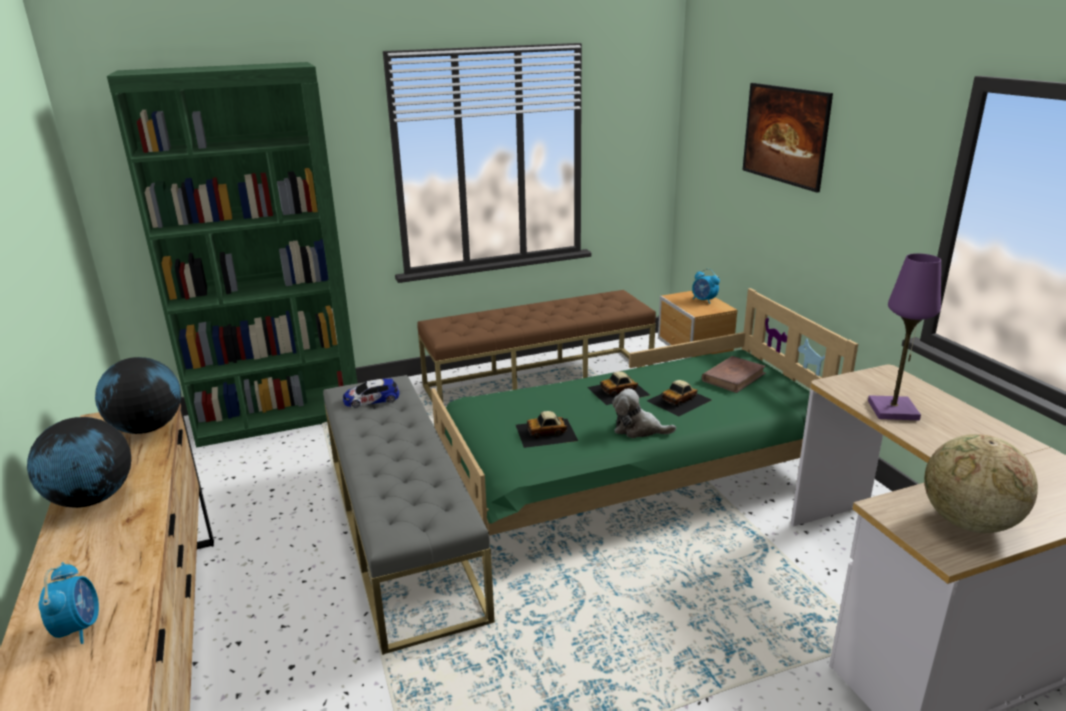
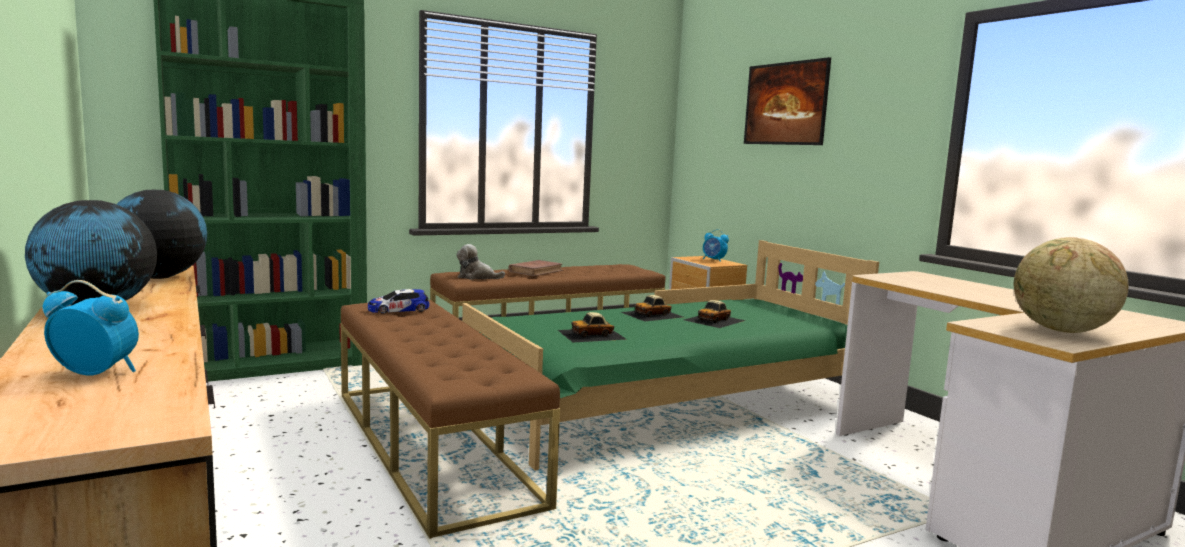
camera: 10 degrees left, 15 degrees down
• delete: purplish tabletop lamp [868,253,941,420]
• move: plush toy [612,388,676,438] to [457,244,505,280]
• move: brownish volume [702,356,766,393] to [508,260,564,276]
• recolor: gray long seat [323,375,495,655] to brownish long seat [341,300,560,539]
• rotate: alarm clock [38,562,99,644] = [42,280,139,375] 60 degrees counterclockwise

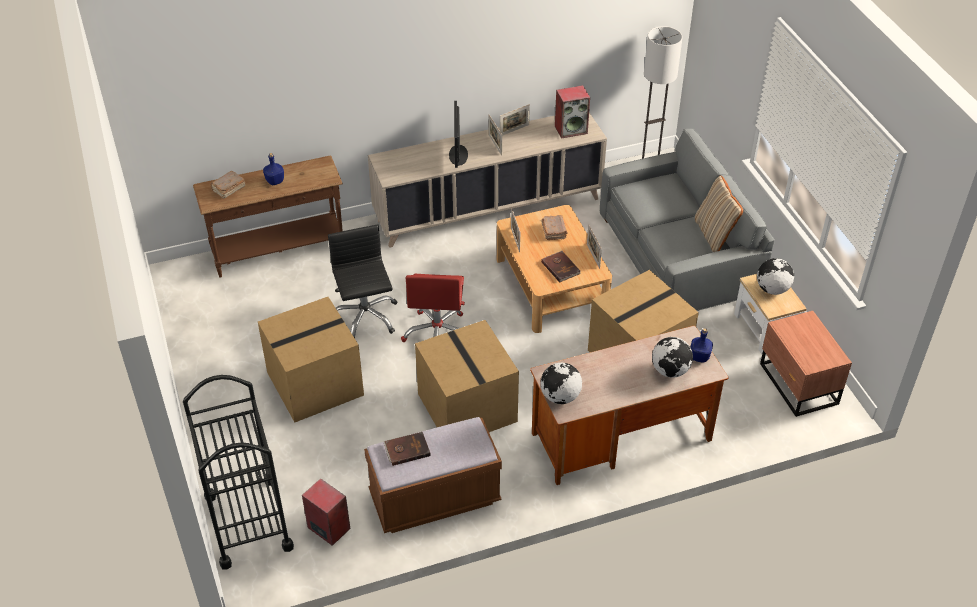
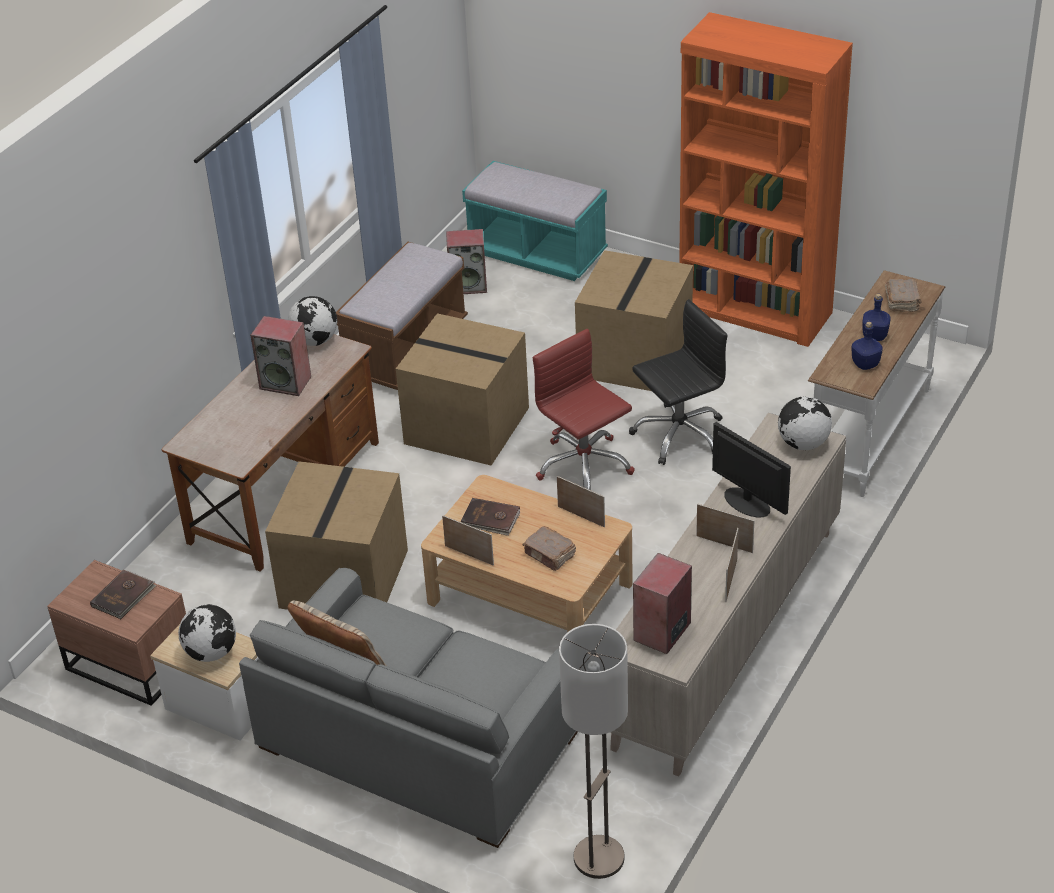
camera: 140 degrees right, 5 degrees down
• insert: loudspeaker [250,316,311,396]
• insert: orange shelving unit [679,12,853,347]
• move: brownish volume [383,432,431,466] to [90,570,157,619]
• move: desk globe [652,337,693,378] to [778,397,832,450]
• move: blue-coloured bottle [690,328,713,362] to [851,322,883,370]
• replace: blackish trolley [183,375,294,569] to turquoise long seat [462,161,608,281]
• recolor: brownish hall table [193,156,343,278] to whitish hall table [808,270,945,497]
• rotate: blackish desk chair [328,225,397,338] = [629,299,728,465] 60 degrees counterclockwise

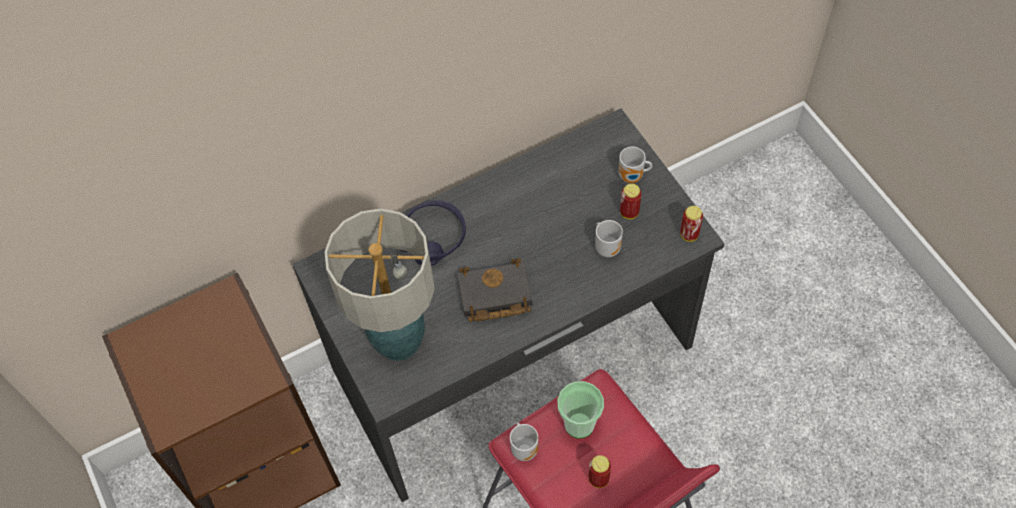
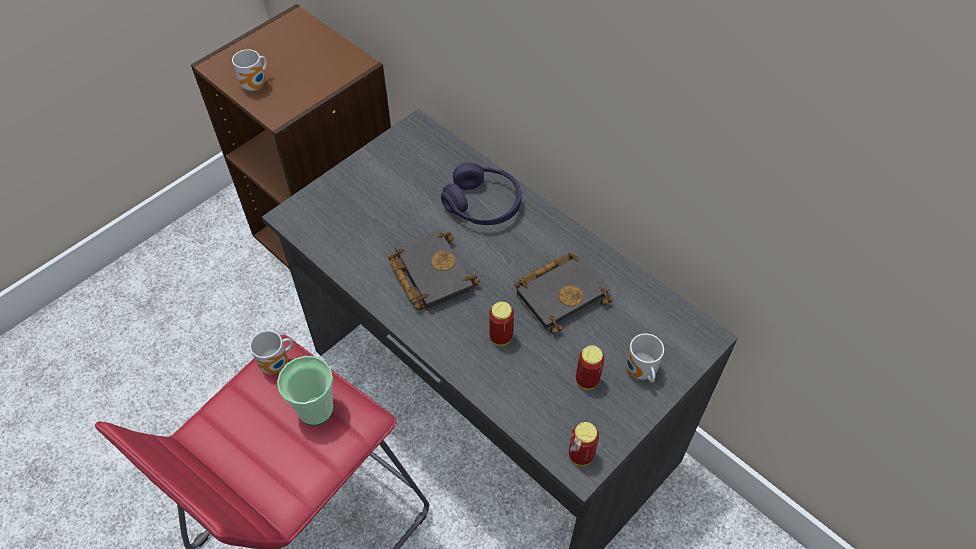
camera: 70 degrees right, 5 degrees down
• delete: tabletop lamp [324,209,435,361]
• insert: blackish volume [514,252,613,334]
• move: can [588,455,611,488] to [489,302,514,346]
• move: tea mug [595,220,623,257] to [232,49,267,91]

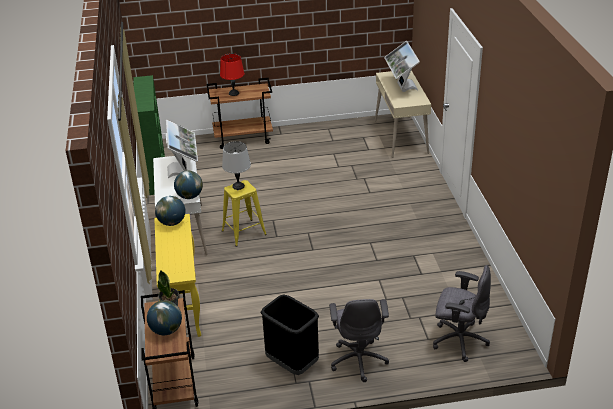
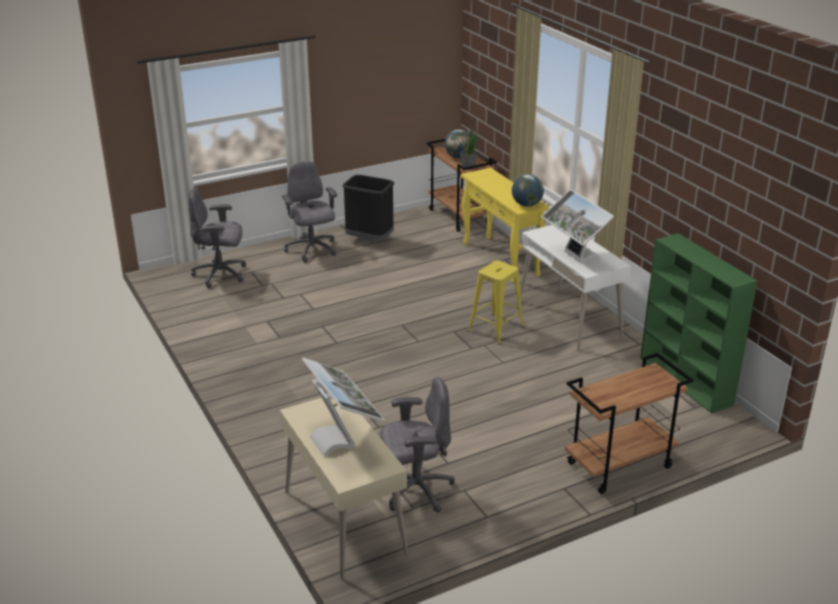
camera: 160 degrees right, 5 degrees down
• delete: desk globe [174,171,203,199]
• delete: red tabletop lamp [220,53,245,96]
• delete: gray tabletop lamp [222,141,251,190]
• insert: gray desk chair [380,377,455,513]

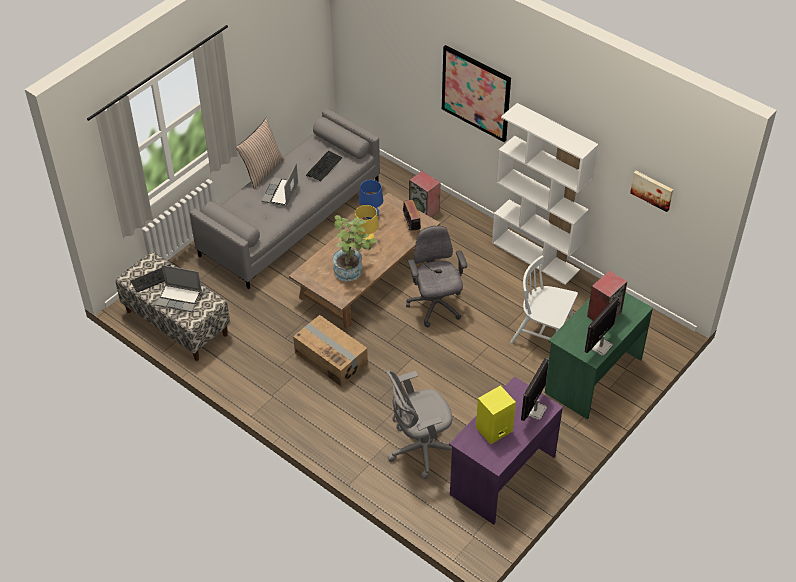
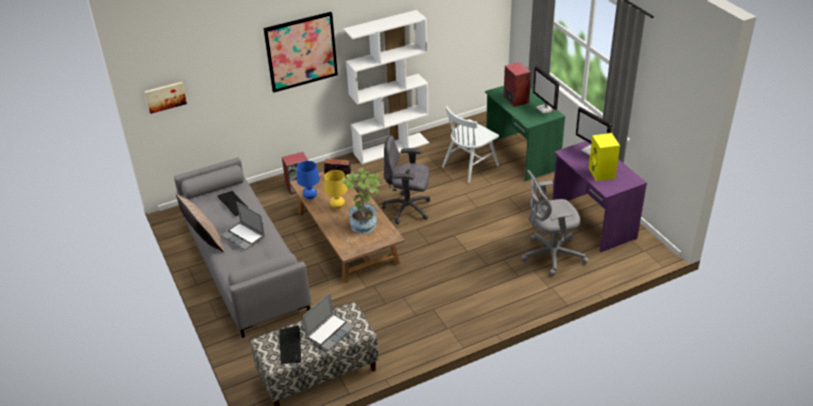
camera: 65 degrees left, 10 degrees down
• delete: carton [293,315,368,387]
• move: picture [630,171,673,212] to [145,82,187,114]
• rotate: gray desk chair [387,370,452,479] = [521,170,589,276] 75 degrees clockwise

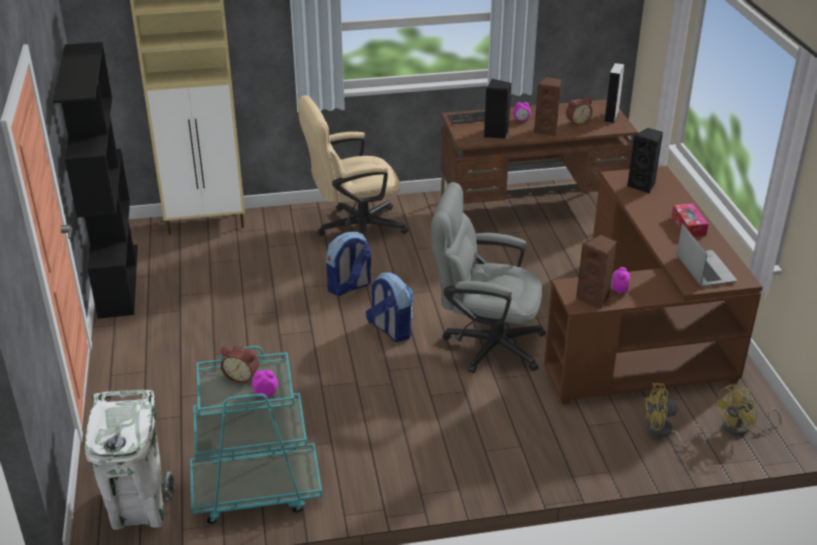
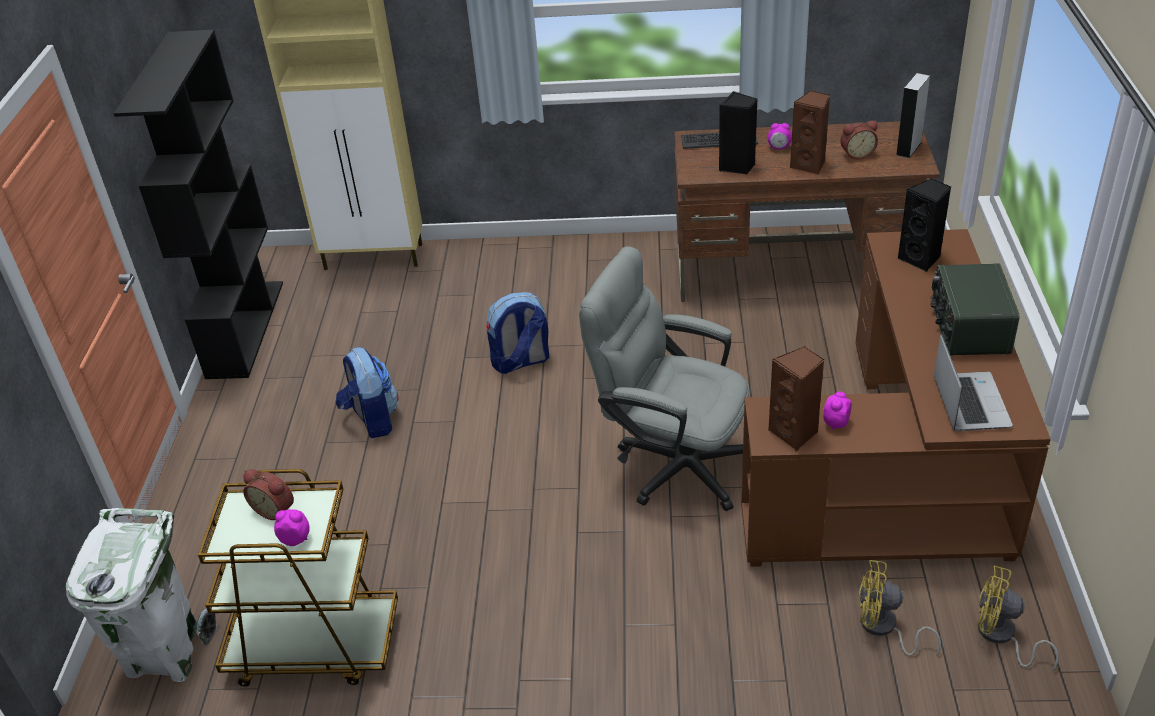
camera: 15 degrees right, 5 degrees up
• delete: beige desk chair [298,95,408,236]
• move: knapsack [366,272,413,342] to [336,347,399,438]
• replace: tissue holder [671,203,708,237] to radio receiver [931,263,1019,356]
• recolor: turquoise trolley [190,346,322,524] to brownish trolley [198,469,398,687]
• rotate: yellowish cooling fan [714,384,781,436] = [977,566,1059,672] 45 degrees clockwise

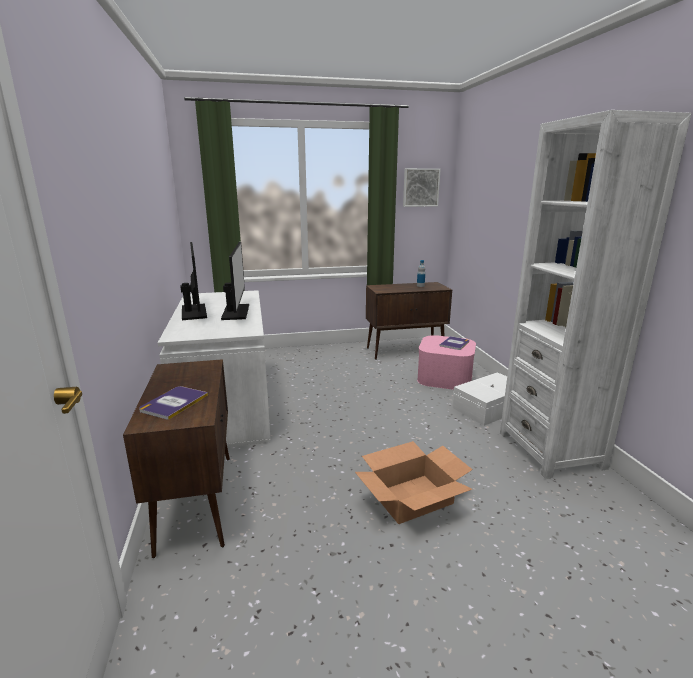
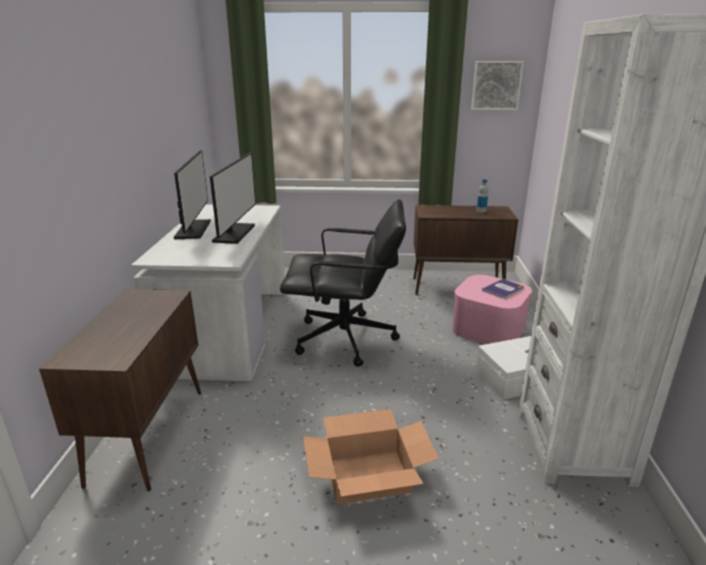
camera: 15 degrees right, 5 degrees up
• delete: volume [139,386,208,420]
• insert: blackish desk chair [280,199,406,367]

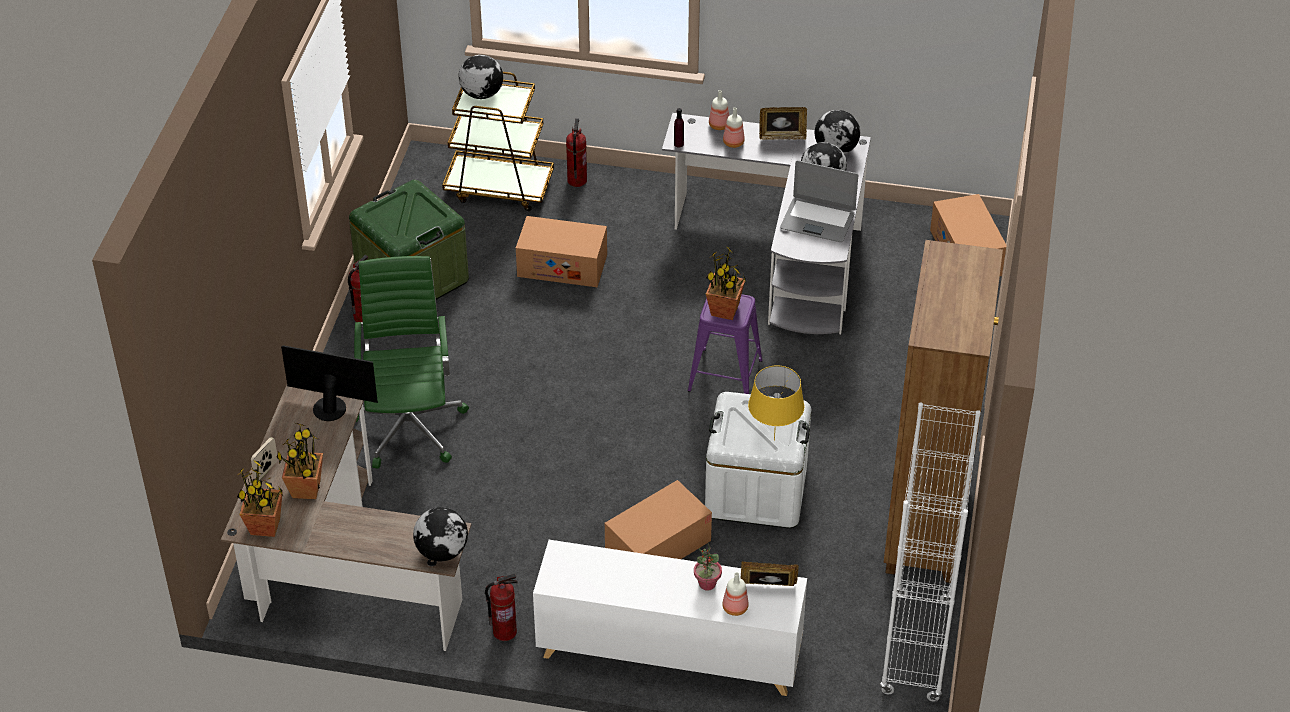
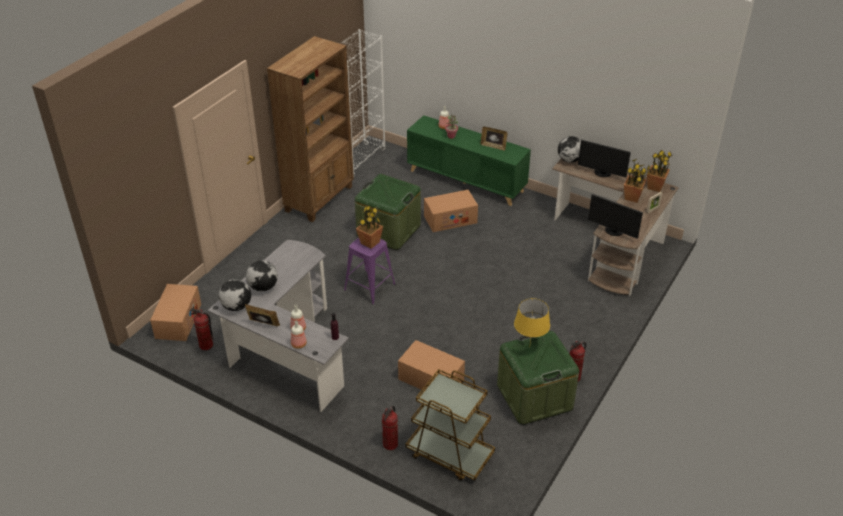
camera: 160 degrees left, 5 degrees down
• delete: green desk chair [354,256,469,469]
• delete: desk globe [458,55,503,99]
• delete: laptop [780,160,858,242]
• insert: monitor [578,140,631,177]
• move: extinguisher [485,573,518,641] to [190,308,214,350]
• move: photo frame [740,561,799,586] to [480,127,507,151]
• move: yellowish tabletop lamp [748,365,804,441] to [514,298,550,348]
• recolor: whitish storage cabinet [533,540,807,696] to green storage cabinet [407,115,531,206]
• recolor: whitish storage box [705,392,811,528] to green storage box [355,174,421,250]

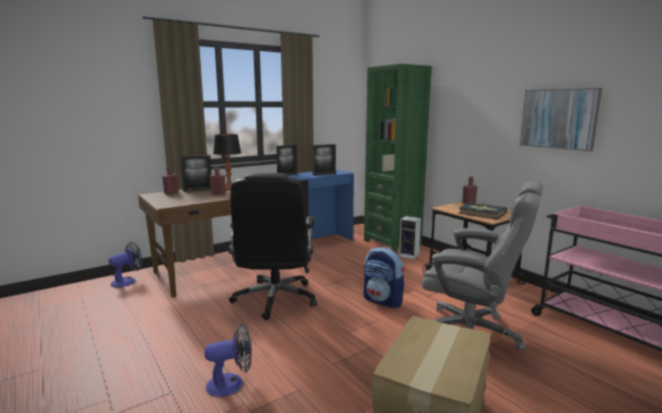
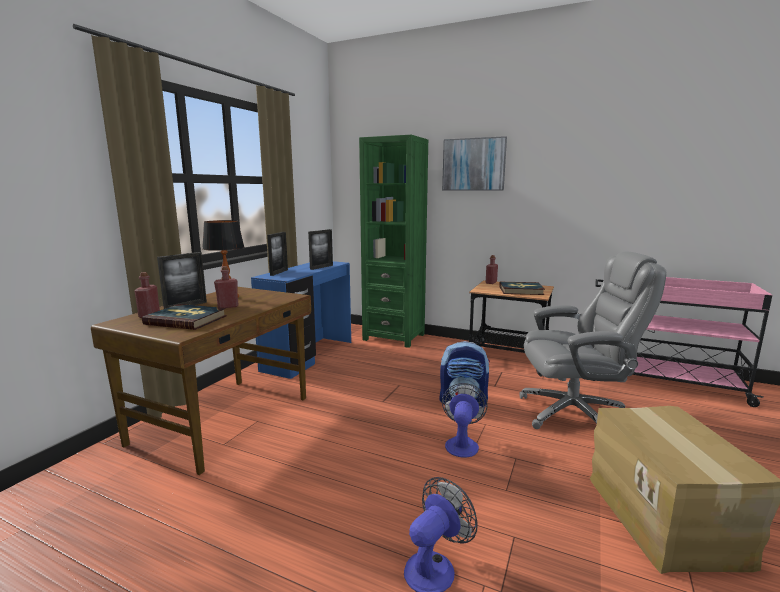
camera: 30 degrees left, 0 degrees up
• delete: blackish desk chair [229,173,317,320]
• delete: loudspeaker [399,216,421,259]
• insert: volume [142,304,227,330]
• move: cooling fan [108,242,142,288] to [442,383,488,458]
• move: picture [520,88,602,151] to [442,136,507,191]

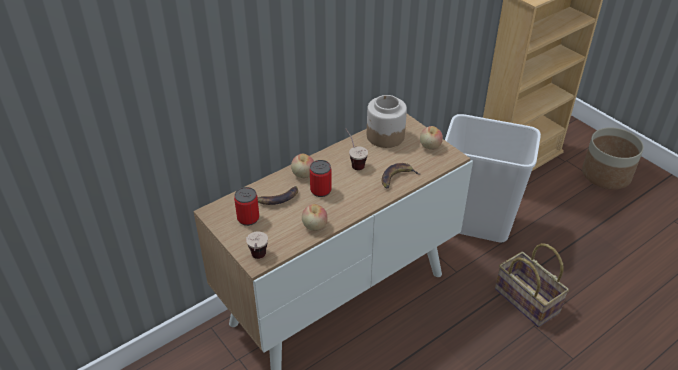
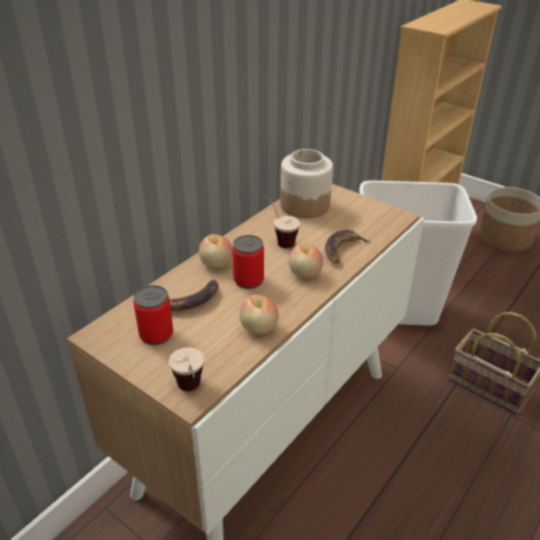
camera: 15 degrees left, 5 degrees down
• move: whole apple [420,126,443,150] to [289,243,323,278]

